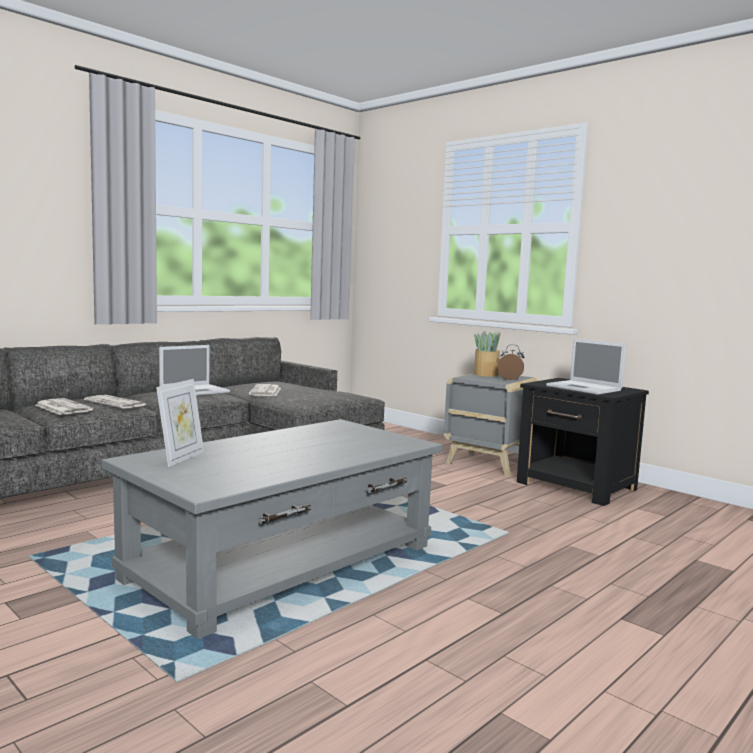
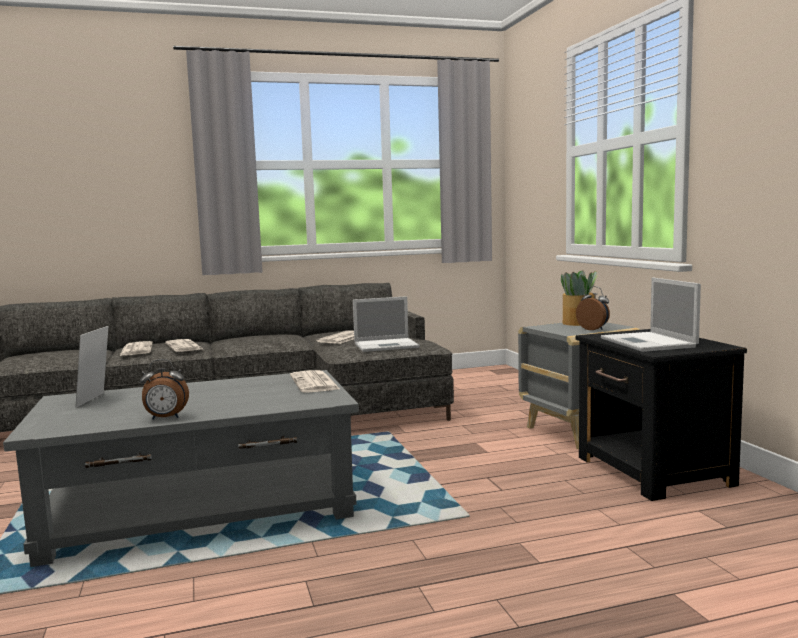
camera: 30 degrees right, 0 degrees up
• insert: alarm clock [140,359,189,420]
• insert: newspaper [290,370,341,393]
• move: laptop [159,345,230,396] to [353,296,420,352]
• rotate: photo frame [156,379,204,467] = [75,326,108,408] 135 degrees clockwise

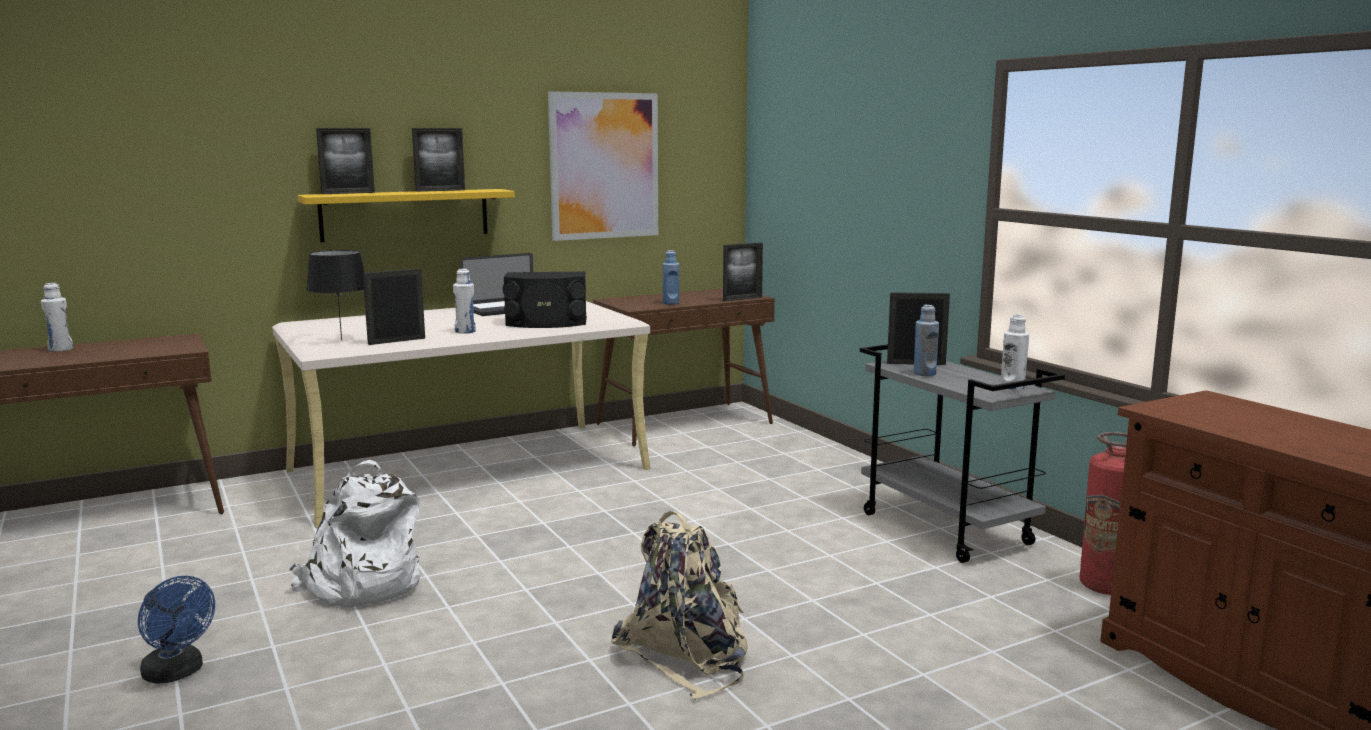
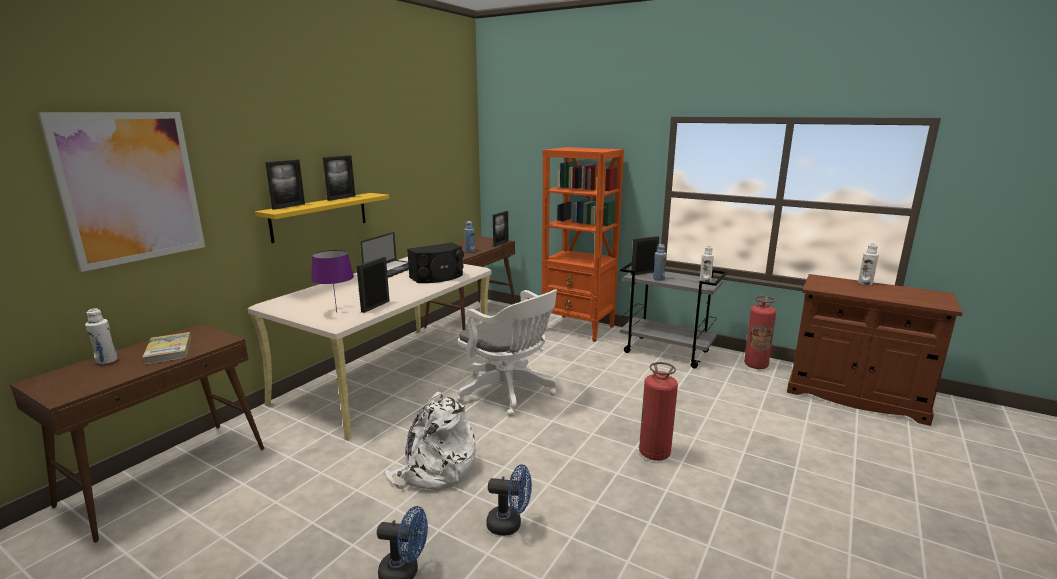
camera: 30 degrees left, 5 degrees up
• insert: volume [142,332,191,365]
• insert: whitish desk chair [457,290,557,416]
• insert: blue-coloured cooling fan [486,464,532,536]
• insert: orange shelving unit [542,147,624,342]
• move: whitish bottle [453,269,476,334] to [858,243,879,285]
• move: picture [548,91,658,241] to [37,112,205,272]
• replace: beige knapsack [611,511,748,700] to extinguisher [639,362,678,461]
• recolor: blackish tabletop lamp [306,250,365,341] to purplish tabletop lamp [311,250,354,312]

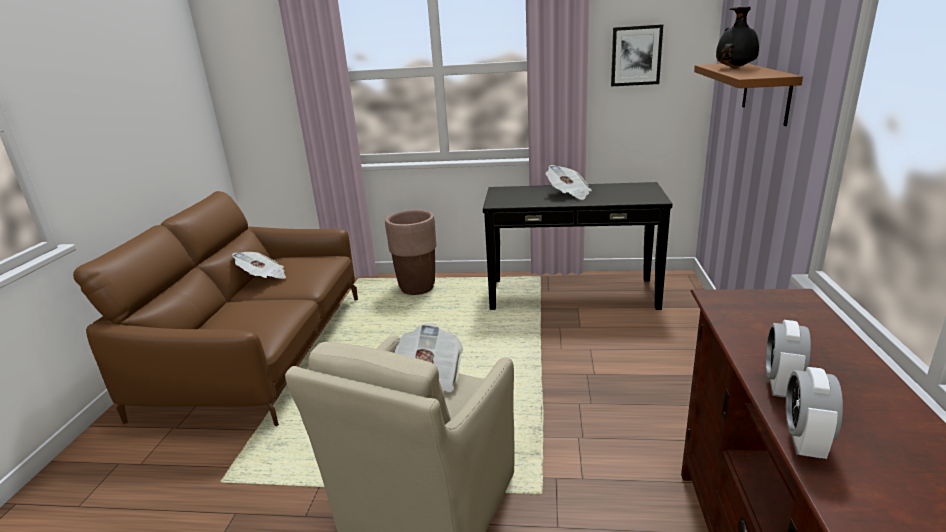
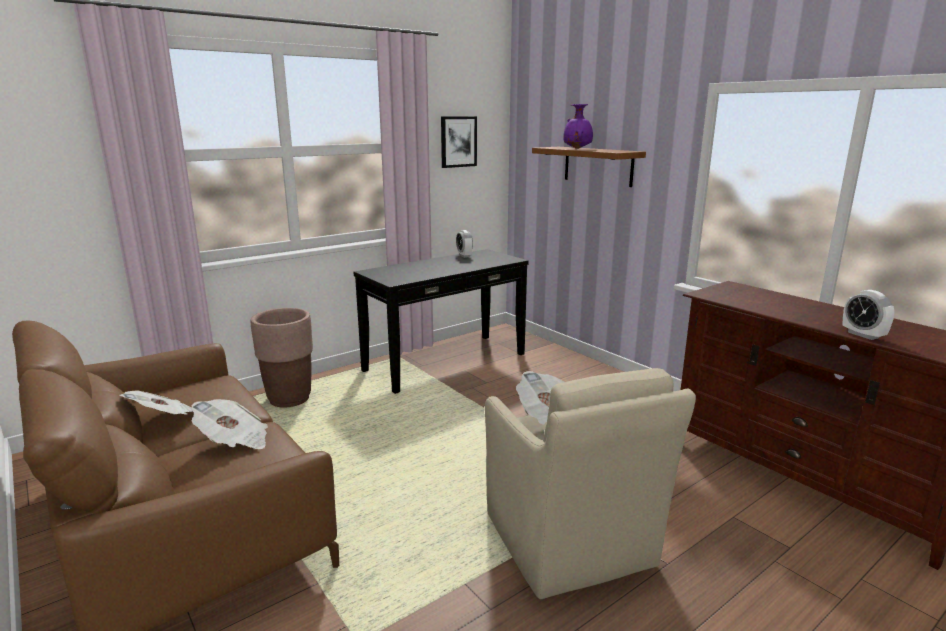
camera: 45 degrees left, 5 degrees down
• move: newspaper [546,165,592,200] to [191,399,268,449]
• move: alarm clock [766,320,811,398] to [456,230,473,258]
• recolor: blackish flower vase [716,7,759,69] to purplish flower vase [563,104,593,149]

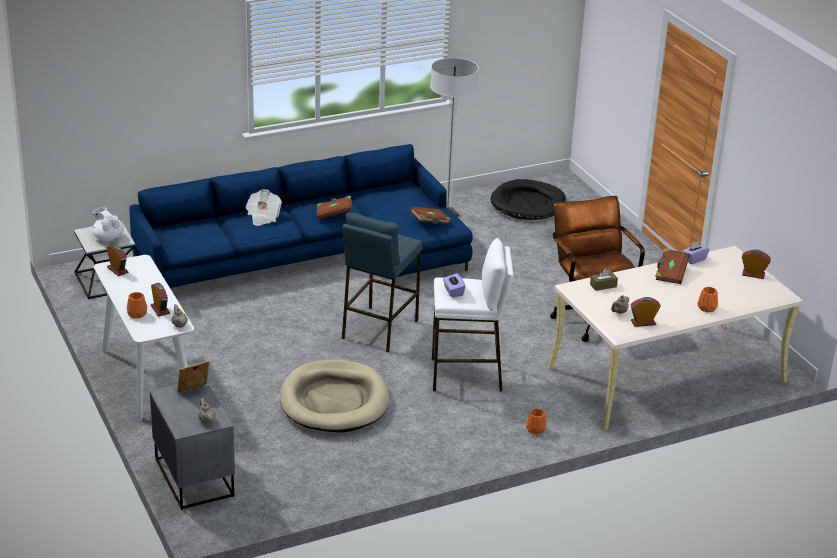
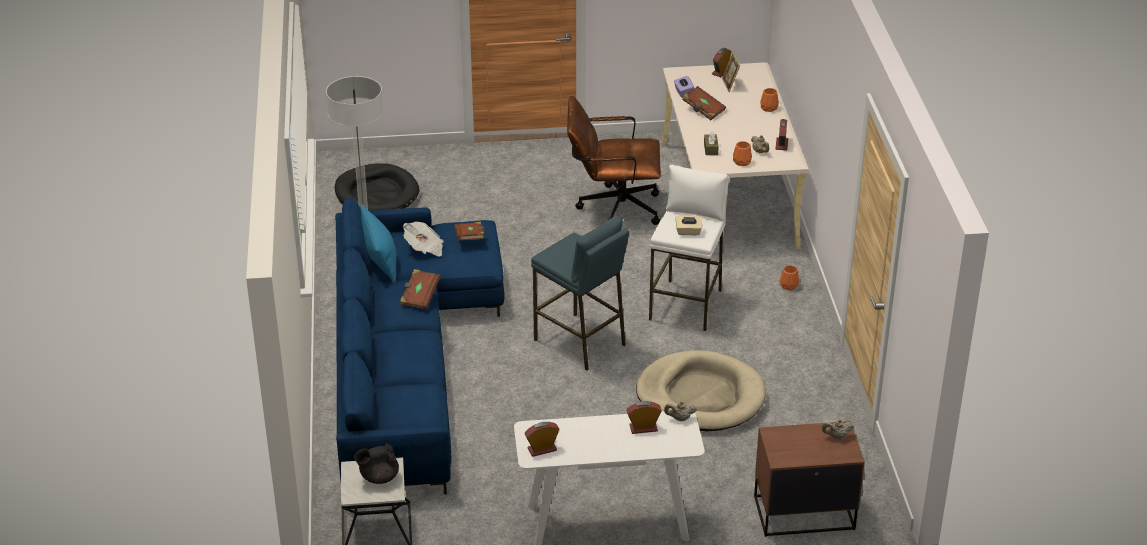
camera: 70 degrees left, 5 degrees up
• insert: blue-coloured cushion [360,204,397,283]
• move: orange flower vase [127,292,147,318] to [733,141,752,166]
• move: photo frame [177,360,210,393] to [722,52,740,92]
• move: newspaper [246,189,282,226] to [403,222,444,257]
• recolor: whitish tea pot [92,207,124,241] to blackish tea pot [354,444,399,484]
• recolor: gray bedside table [150,382,235,510] to brownish bedside table [754,421,865,537]
• recolor: purplish tissue holder [443,273,465,297] to beige tissue holder [676,215,702,235]

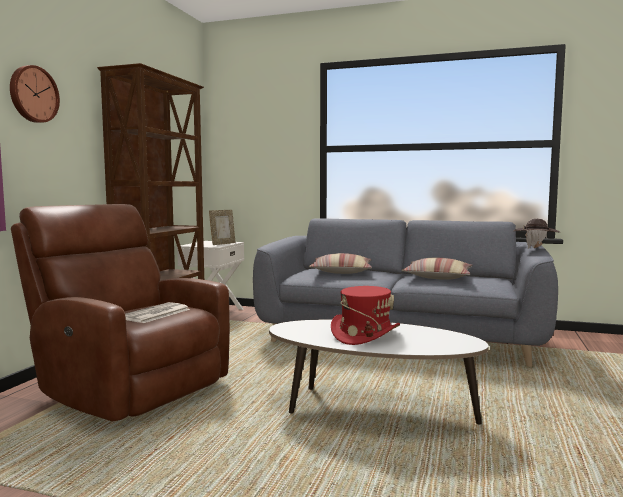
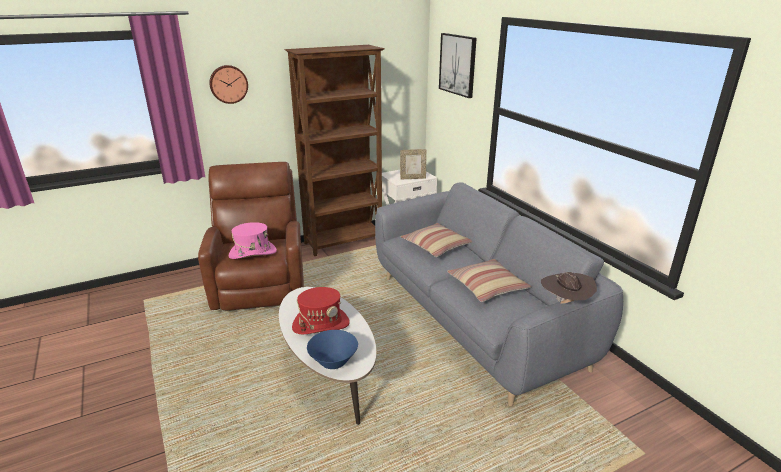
camera: 45 degrees right, 20 degrees up
• insert: blue-coloured deep dish [307,330,358,369]
• insert: picture [439,33,477,98]
• replace: newspaper [125,302,190,323] to pink-coloured clothing hat [229,222,277,259]

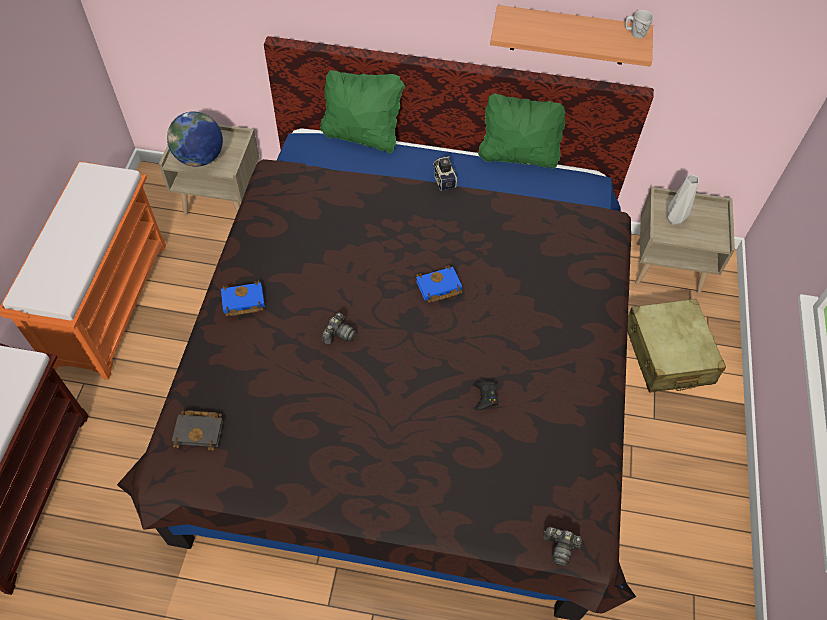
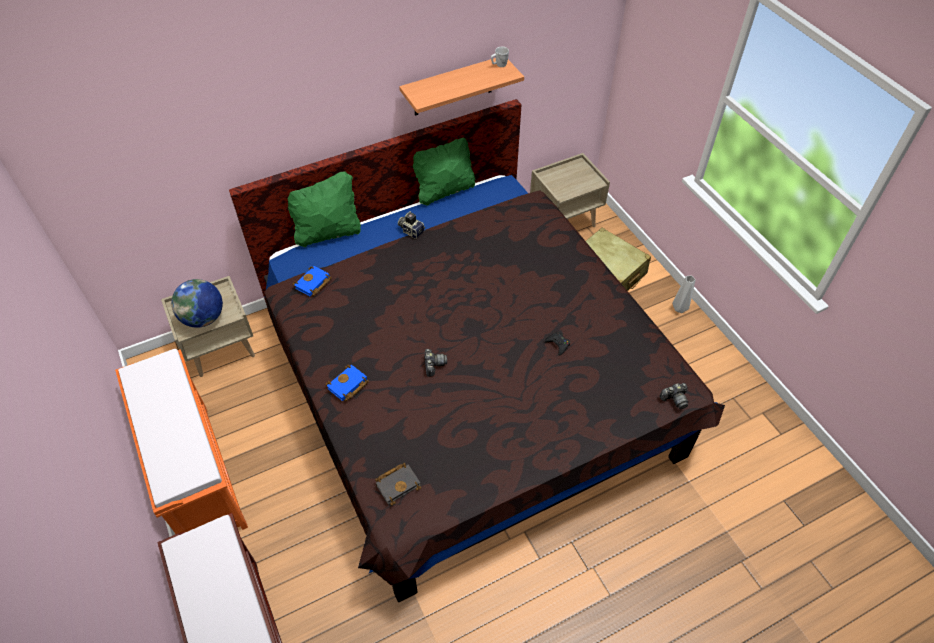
camera: 35 degrees left, 5 degrees down
• move: blue-coloured volume [416,265,462,303] to [293,266,332,296]
• move: gray flower vase [667,174,699,225] to [672,275,696,313]

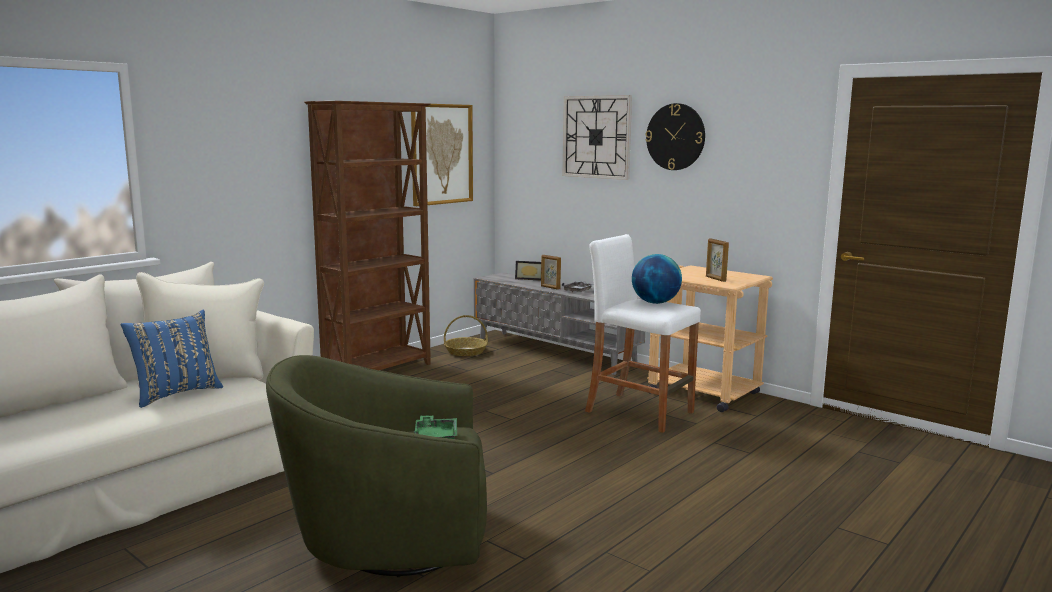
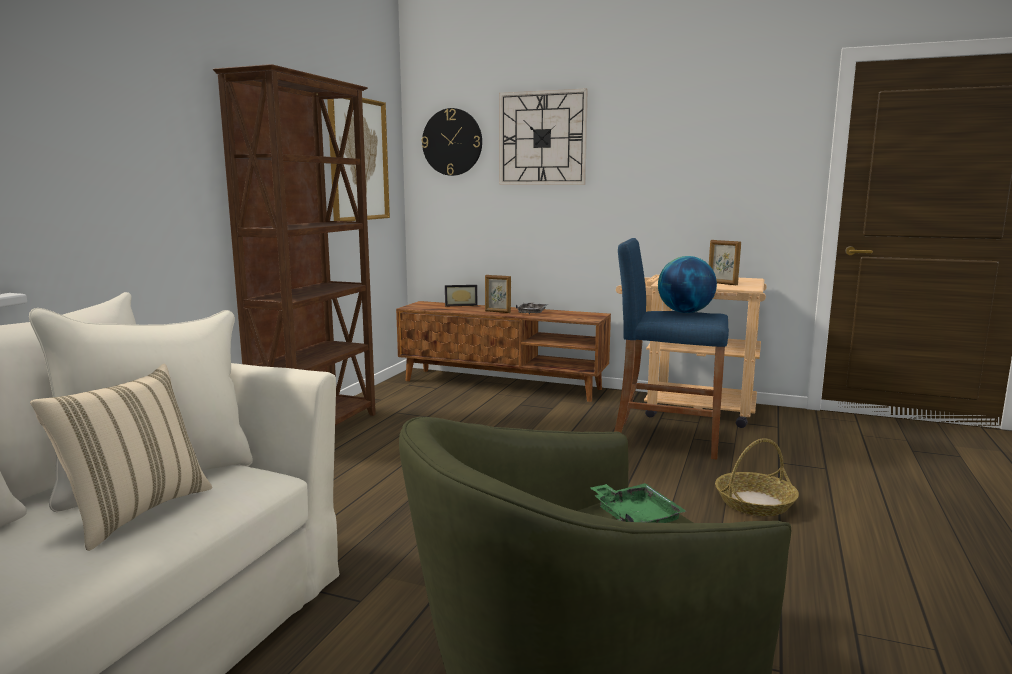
camera: 20 degrees left, 0 degrees up
• move: basket [444,315,488,356] to [715,438,799,516]
• move: hanging clock [645,103,705,170] to [422,108,482,176]
• recolor: blue-coloured cushion [120,310,223,408] to beige cushion [30,364,212,551]
• recolor: gray media console [474,272,645,375] to brownish media console [396,301,611,402]
• recolor: whitish sitting stool [585,234,701,433] to blue-coloured sitting stool [614,238,729,460]

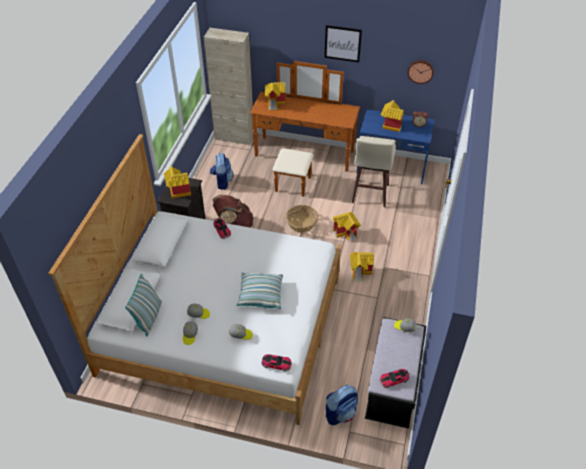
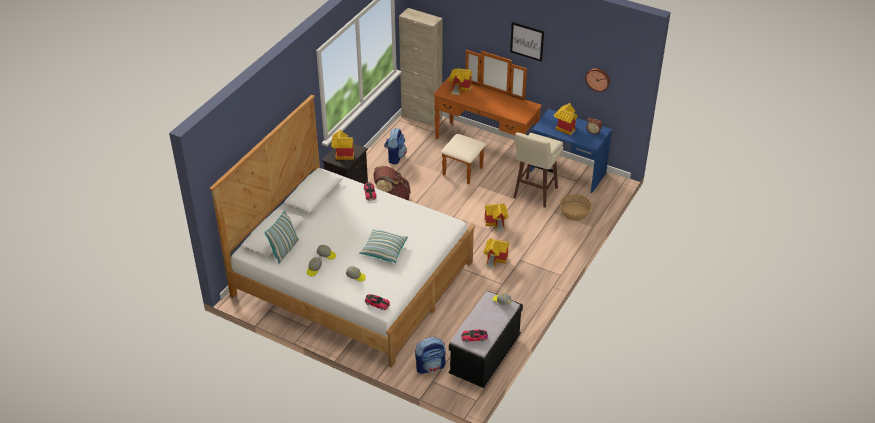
camera: 15 degrees right, 5 degrees down
• move: basket [286,205,318,233] to [560,194,592,221]

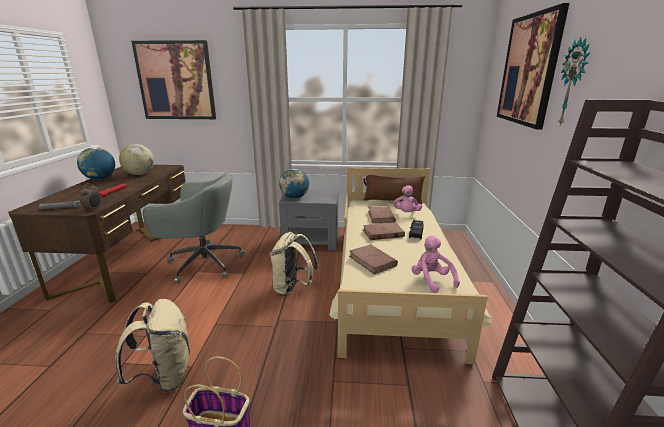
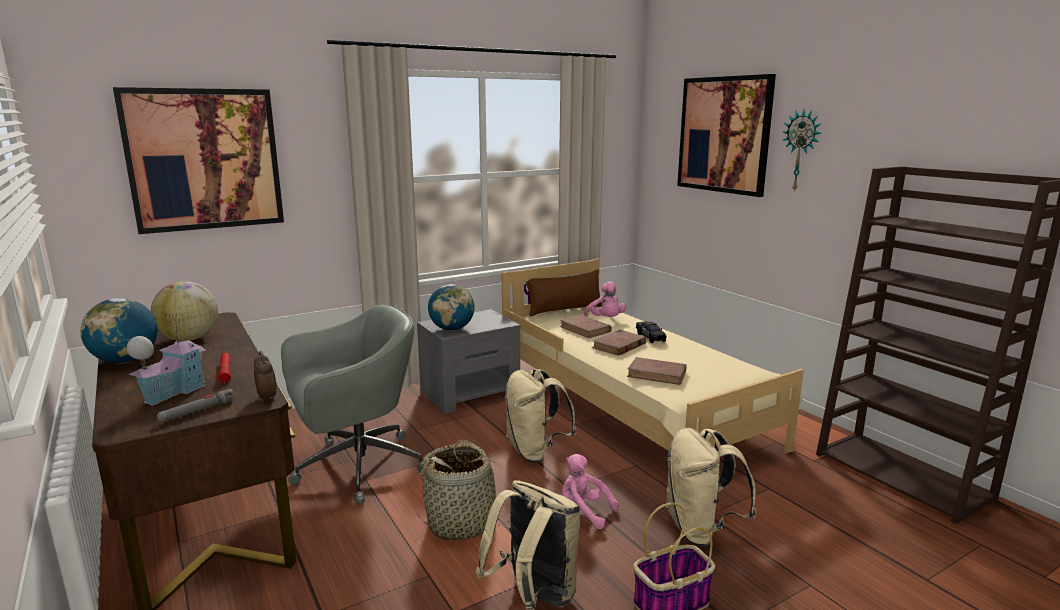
camera: 35 degrees left, 5 degrees down
• insert: model house [127,321,206,406]
• insert: basket [416,440,512,540]
• insert: beige knapsack [666,428,757,547]
• move: pink-coloured plush toy [412,236,460,293] to [562,454,619,529]

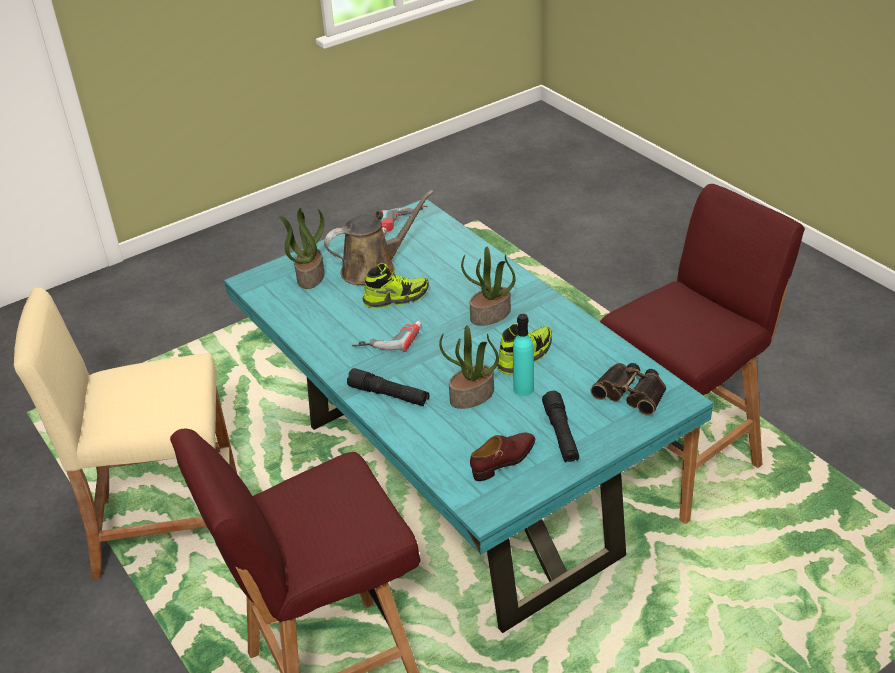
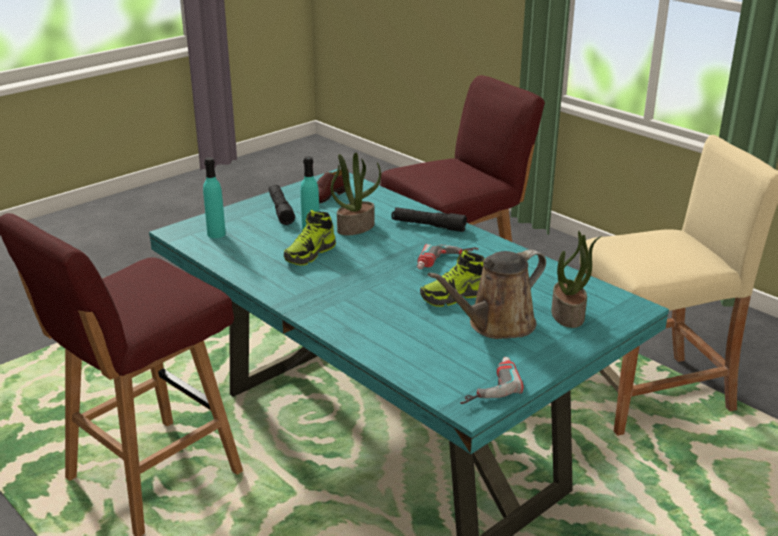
camera: 170 degrees right, 10 degrees down
• delete: potted plant [461,246,516,326]
• replace: field glasses [591,363,666,416] to turquoise bottle [203,157,226,238]

